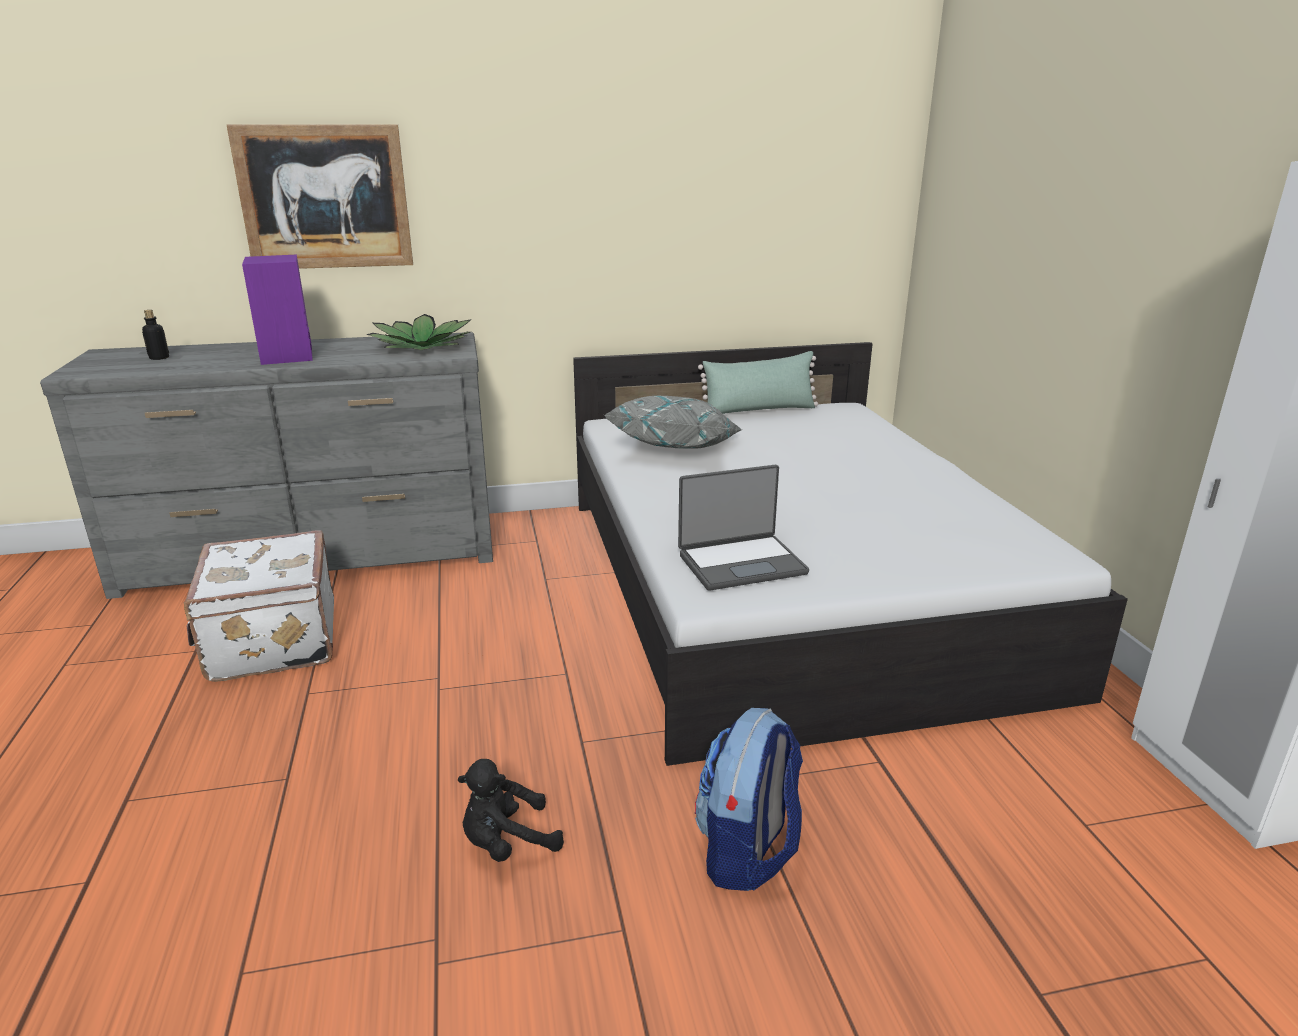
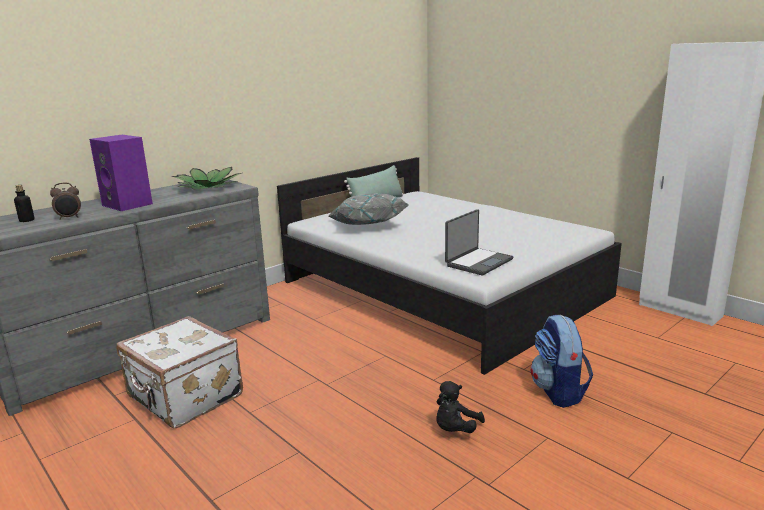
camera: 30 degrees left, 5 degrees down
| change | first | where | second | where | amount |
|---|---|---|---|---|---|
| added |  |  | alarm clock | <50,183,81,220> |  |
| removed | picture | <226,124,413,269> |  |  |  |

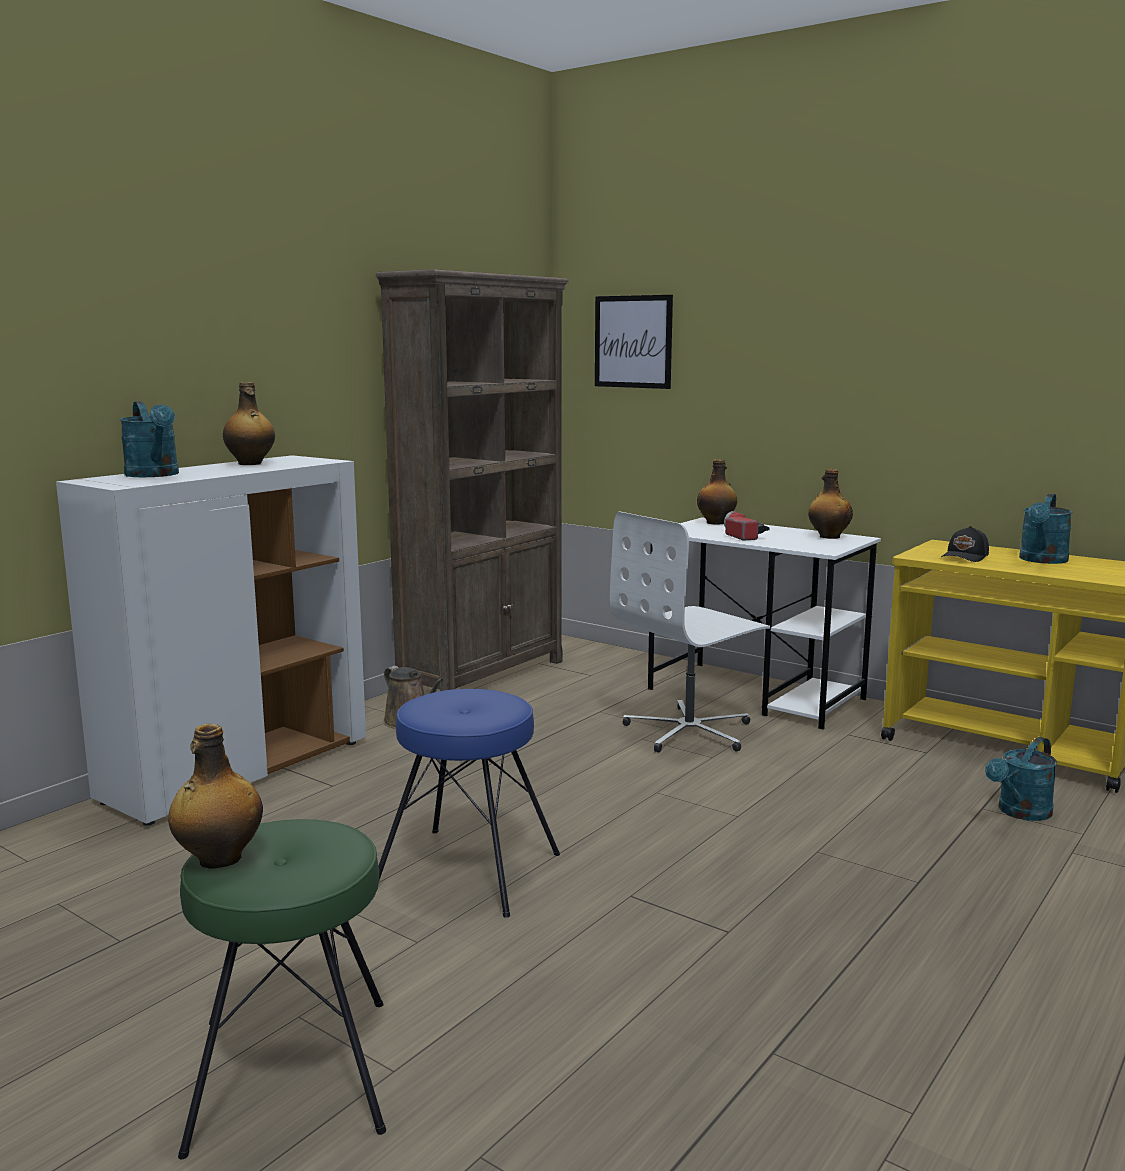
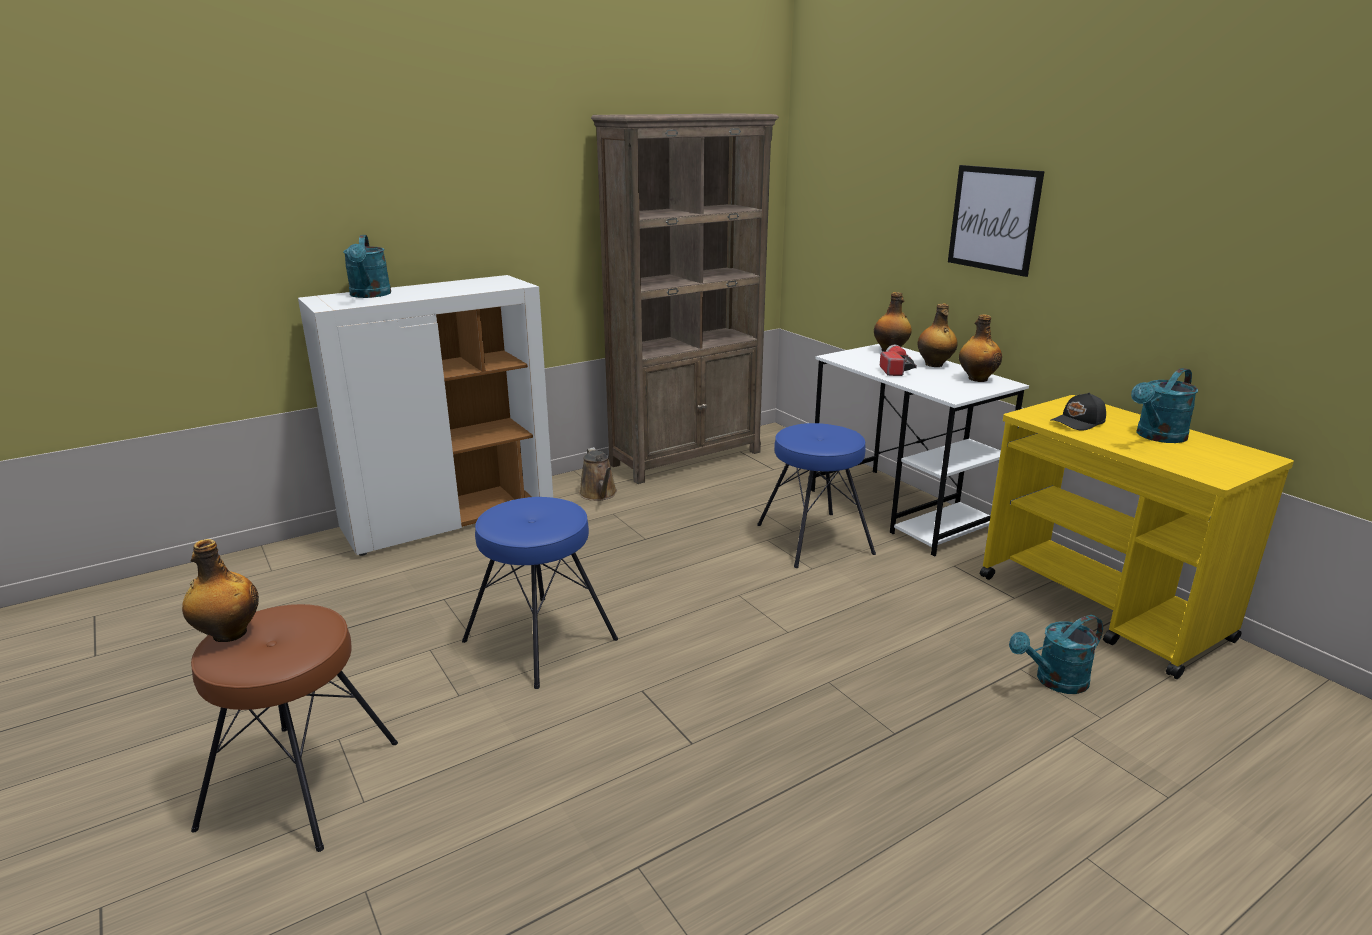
camera: 20 degrees right, 10 degrees up
| change | first | where | second | where | amount |
|---|---|---|---|---|---|
| recoloured | green stool | <178,819,386,1159> | brown stool | <191,604,398,852> |  |
| replaced | white office chair | <610,511,770,752> | blue stool | <757,423,876,568> |  |
| moved | bottle | <223,382,275,465> |  | <918,304,958,367> |  |
| moved | picture | <595,295,673,389> |  | <948,165,1045,277> |  |

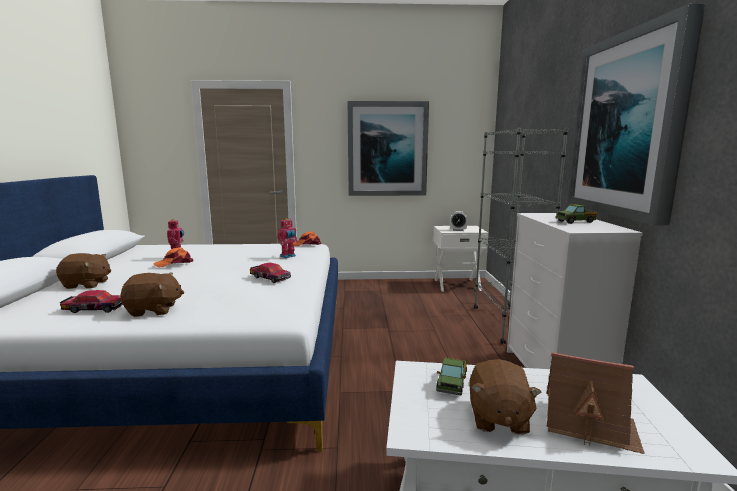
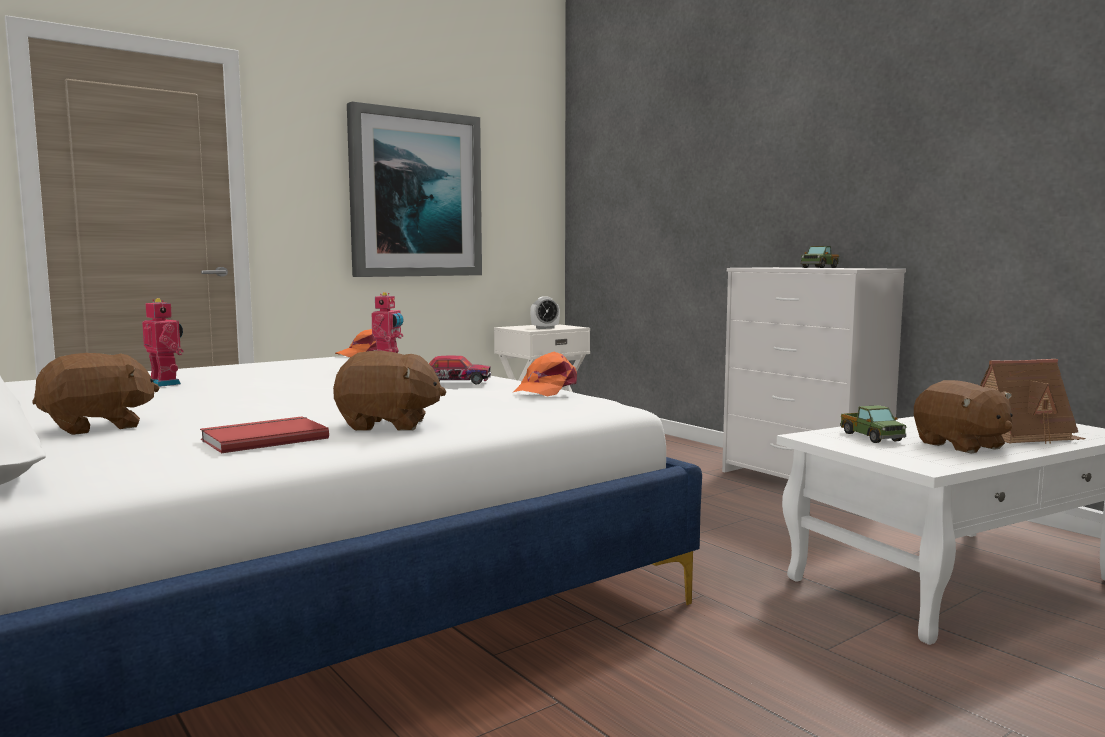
camera: 35 degrees left, 5 degrees down
| change | first | where | second | where | amount |
|---|---|---|---|---|---|
| replaced | toy car | <60,290,123,313> | red book | <200,416,329,453> |  |
| turned | brown plush toy | <120,273,184,317> |  | <333,351,446,431> | 45 degrees clockwise |
| moved | orange cap | <153,247,194,268> |  | <514,352,577,397> |  |
| removed | grey bookcase | <474,128,568,344> |  |  |  |
| removed | picture | <567,4,705,225> |  |  |  |

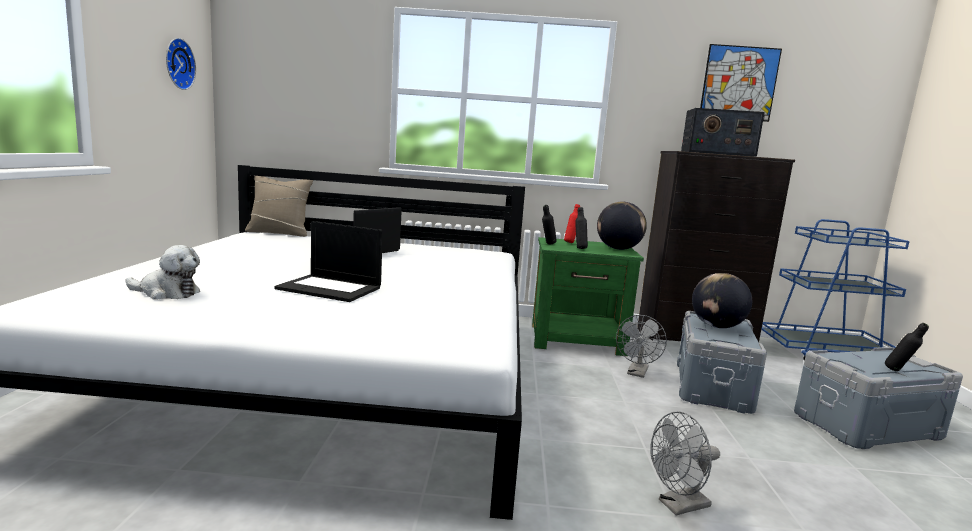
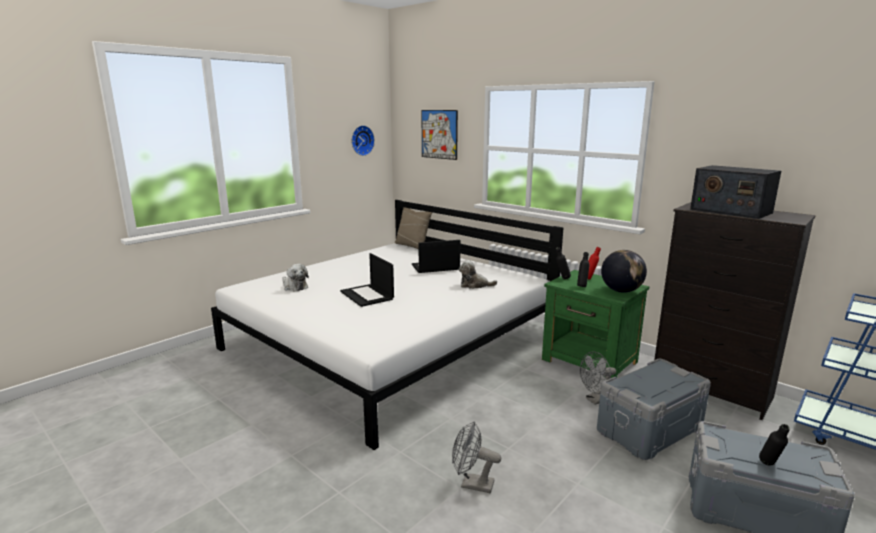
camera: 40 degrees right, 5 degrees up
| change | first | where | second | where | amount |
|---|---|---|---|---|---|
| moved | picture | <700,44,782,122> |  | <421,110,458,160> |  |
| added |  |  | plush toy | <459,260,497,289> |  |
| removed | globe | <692,273,752,328> |  |  |  |

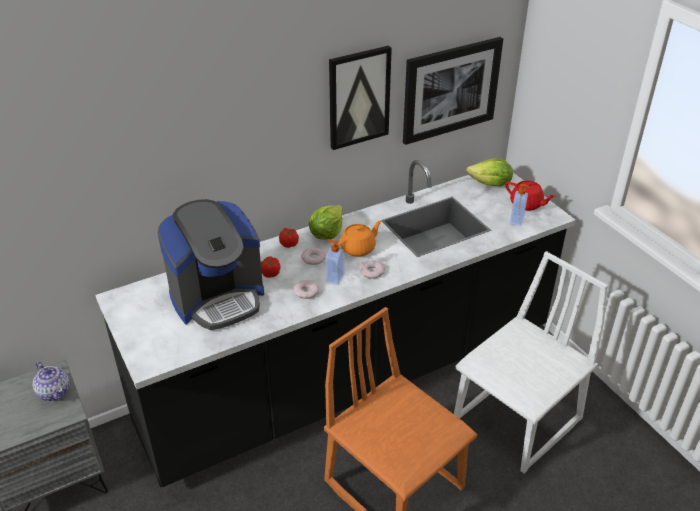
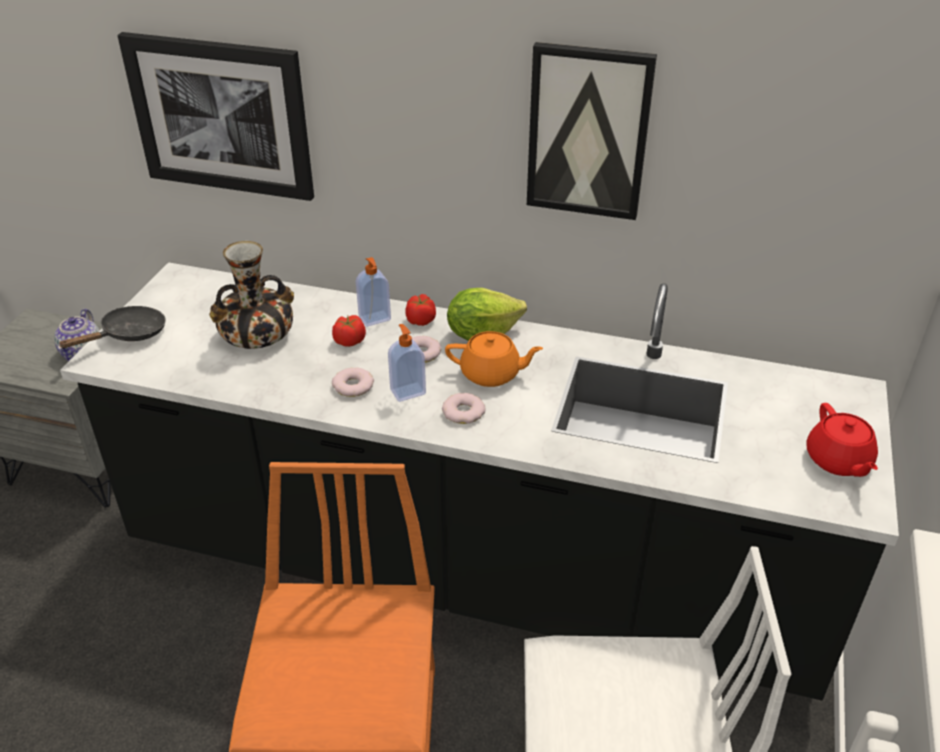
camera: 45 degrees right, 0 degrees up
| change | first | where | second | where | amount |
|---|---|---|---|---|---|
| added |  |  | black frying pan | <58,306,166,348> |  |
| moved | picture | <403,37,503,145> |  | <118,32,314,201> |  |
| replaced | coffee machine | <158,199,264,330> | vase | <209,241,294,349> |  |
| moved | soap dispenser | <510,184,530,226> |  | <356,257,391,327> |  |
| removed | lettuce | <466,158,513,186> |  |  |  |

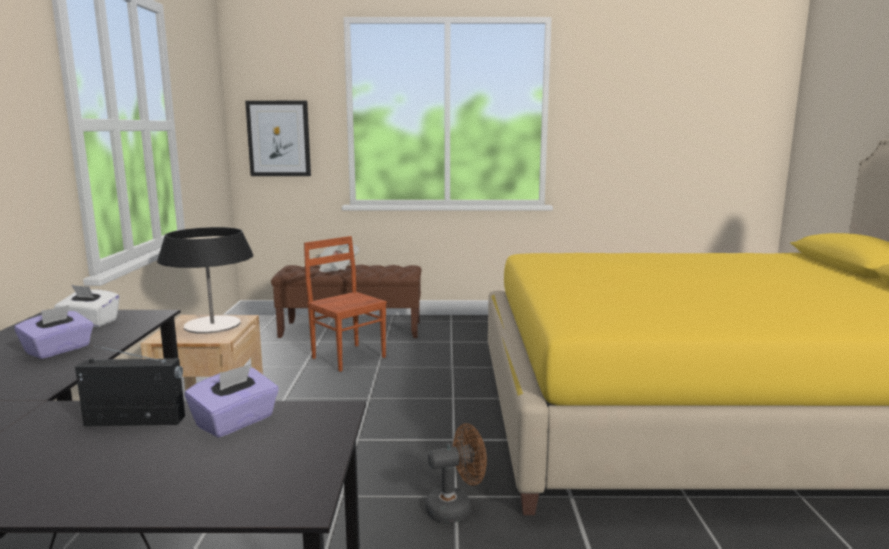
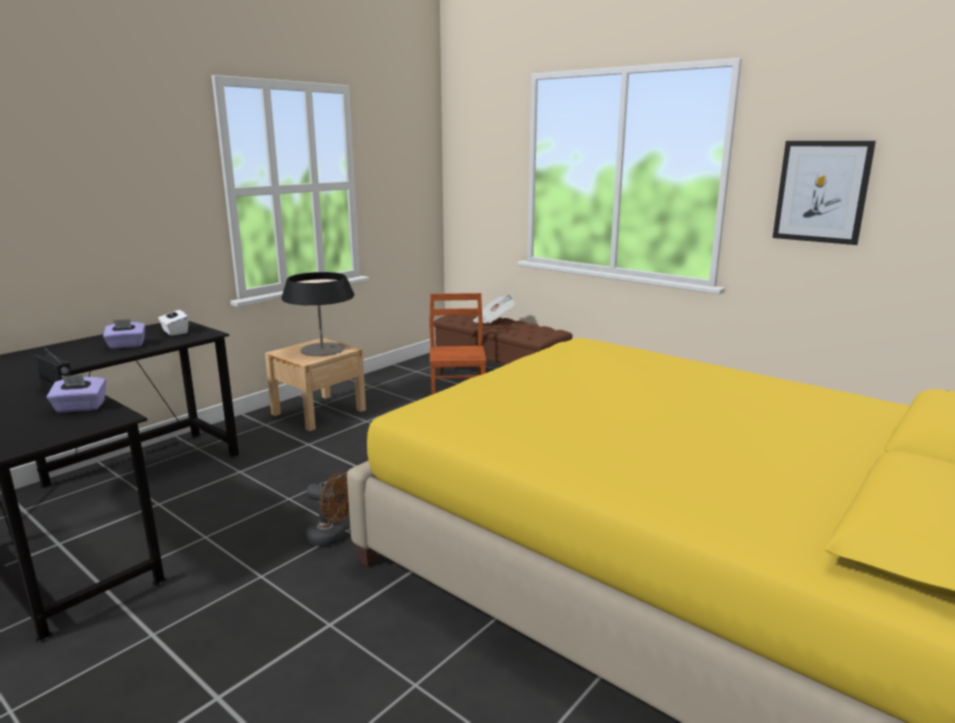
camera: 40 degrees right, 5 degrees up
| change | first | where | second | where | amount |
|---|---|---|---|---|---|
| moved | picture | <245,101,311,176> |  | <773,141,876,245> |  |

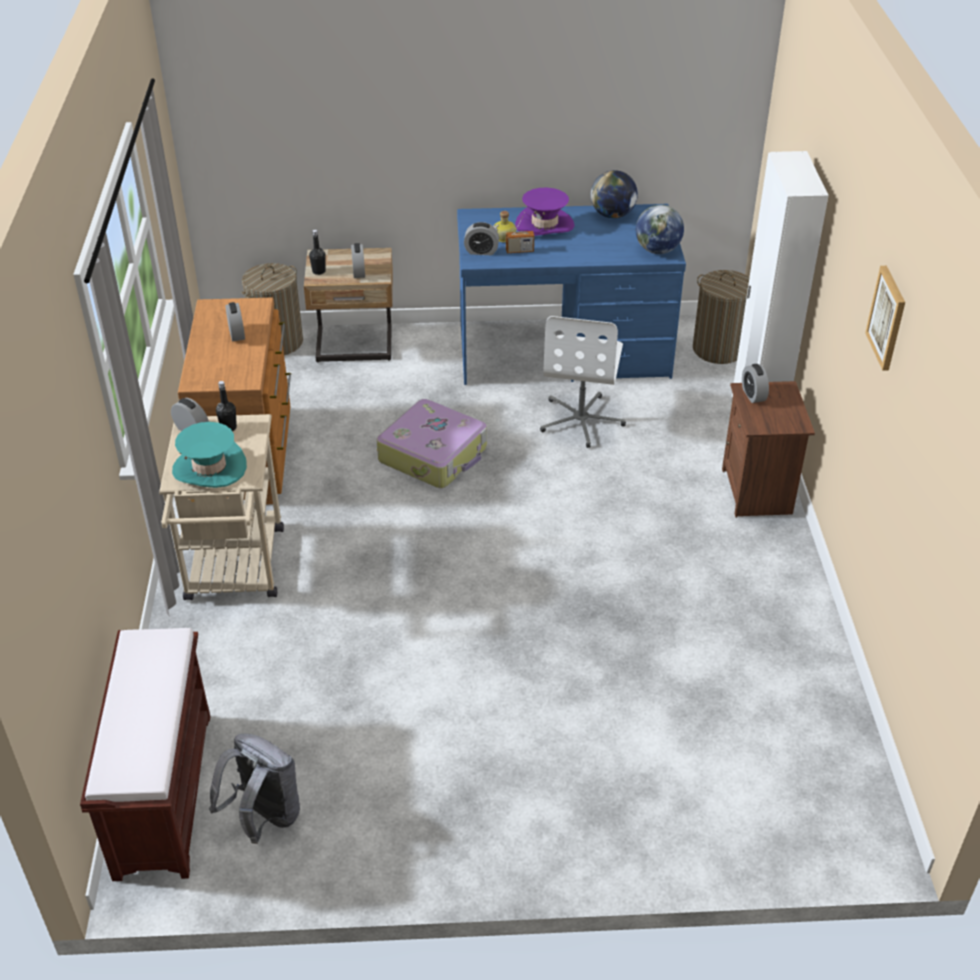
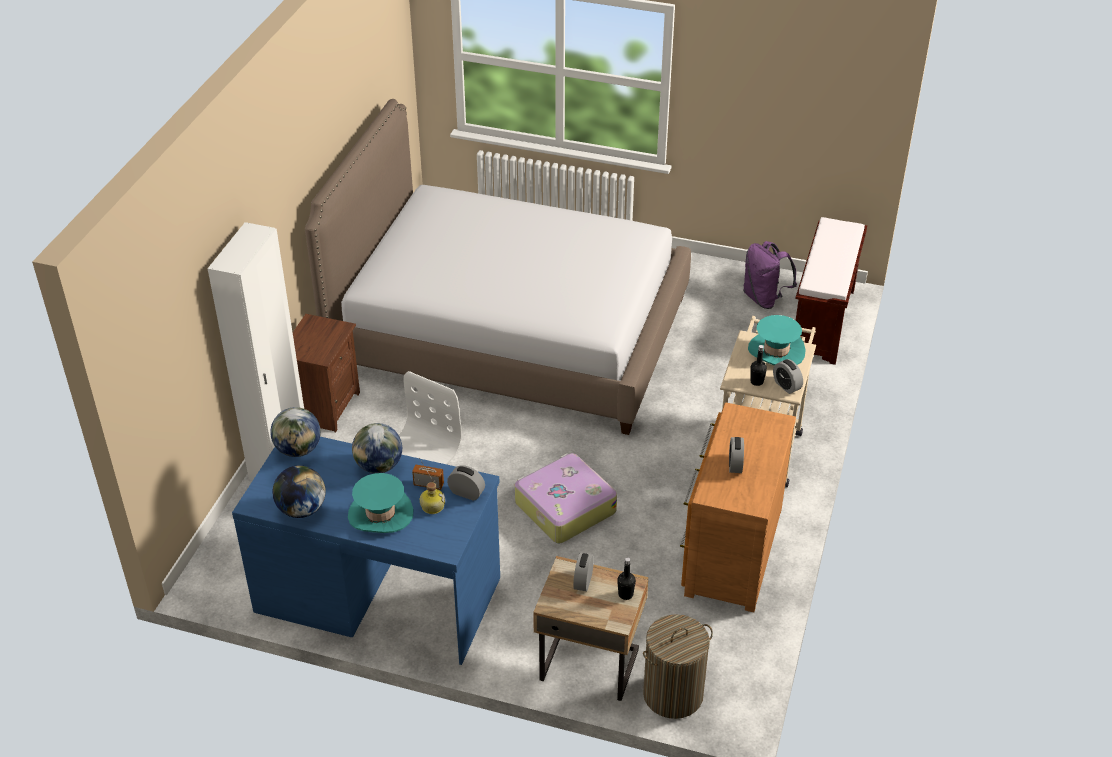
camera: 160 degrees left, 0 degrees up
| change | first | where | second | where | amount |
|---|---|---|---|---|---|
| added |  |  | bed | <305,99,691,435> |  |
| recoloured | purple hat | <515,188,574,236> | turquoise hat | <348,473,413,533> |  |
| added |  |  | globe | <352,423,402,473> |  |
| recoloured | grey backpack | <209,733,300,844> | purple backpack | <743,241,797,309> |  |
| removed | laundry basket | <693,270,749,364> |  |  |  |
| removed | alarm clock | <742,364,769,403> |  |  |  |
| removed | picture | <865,266,905,371> |  |  |  |

